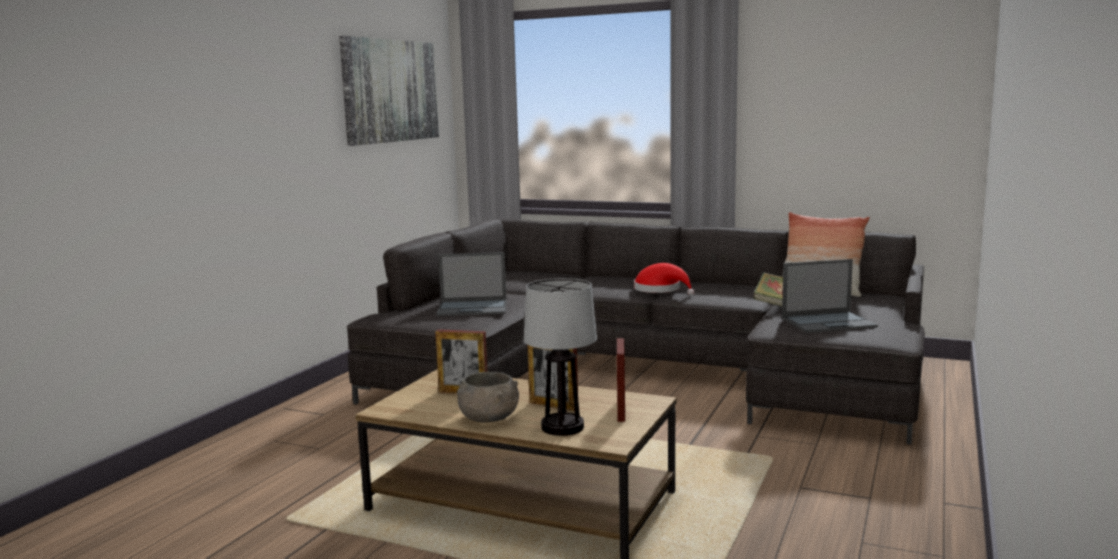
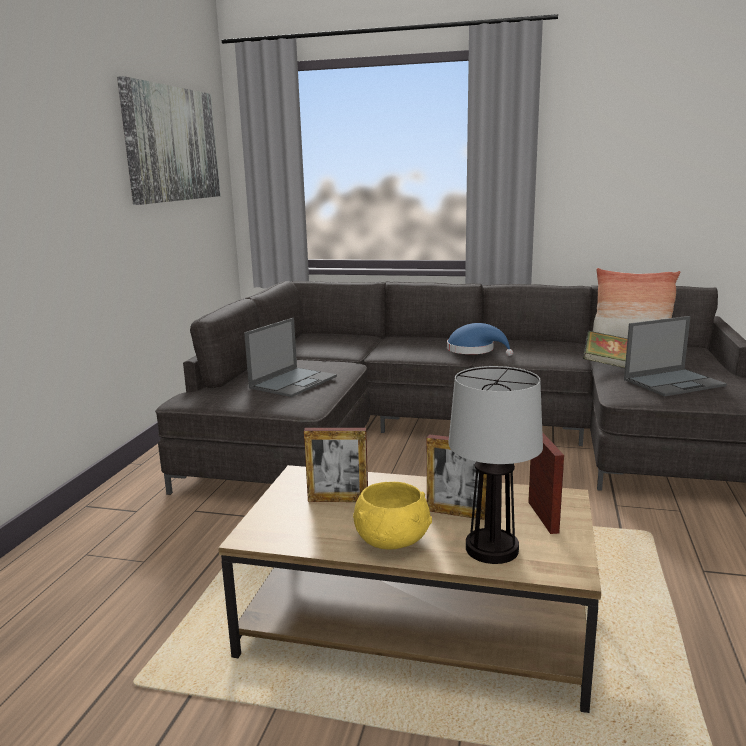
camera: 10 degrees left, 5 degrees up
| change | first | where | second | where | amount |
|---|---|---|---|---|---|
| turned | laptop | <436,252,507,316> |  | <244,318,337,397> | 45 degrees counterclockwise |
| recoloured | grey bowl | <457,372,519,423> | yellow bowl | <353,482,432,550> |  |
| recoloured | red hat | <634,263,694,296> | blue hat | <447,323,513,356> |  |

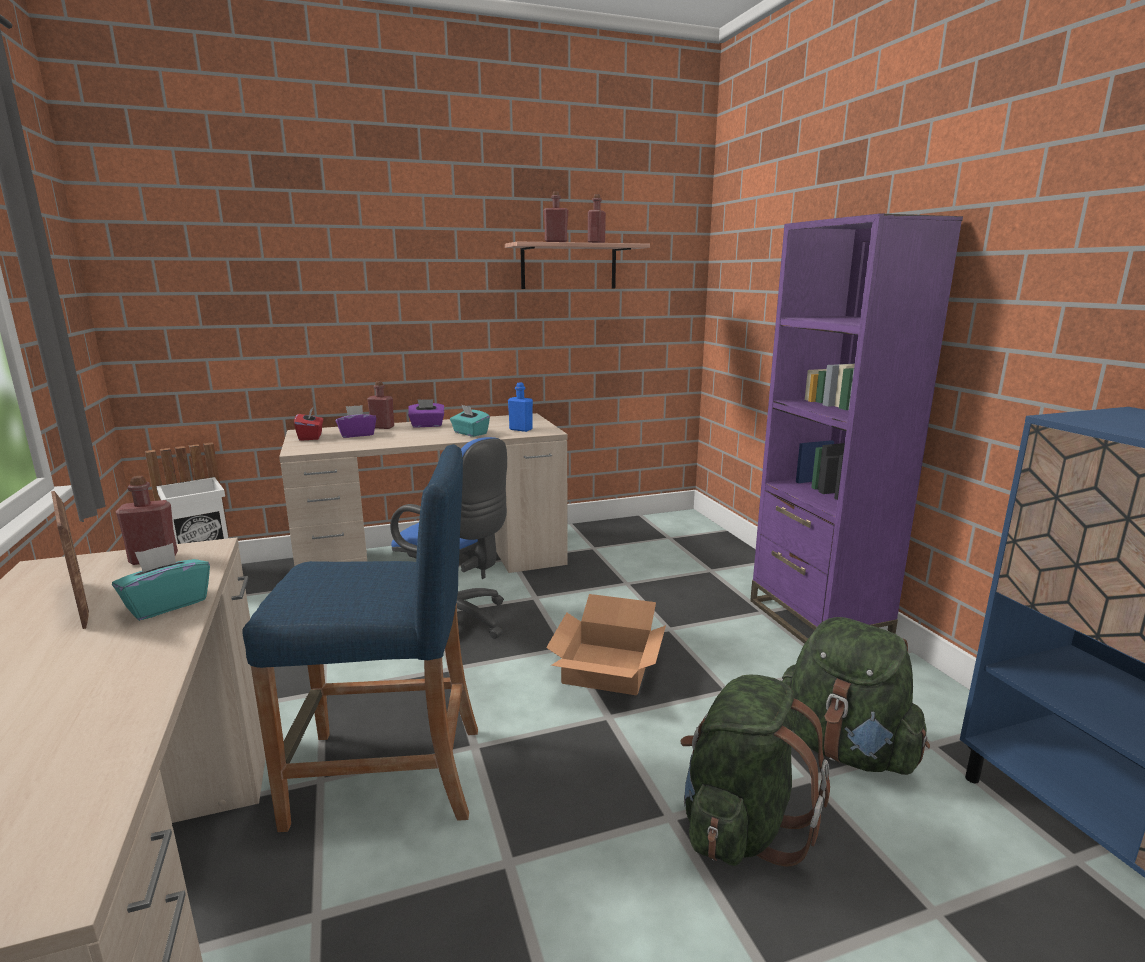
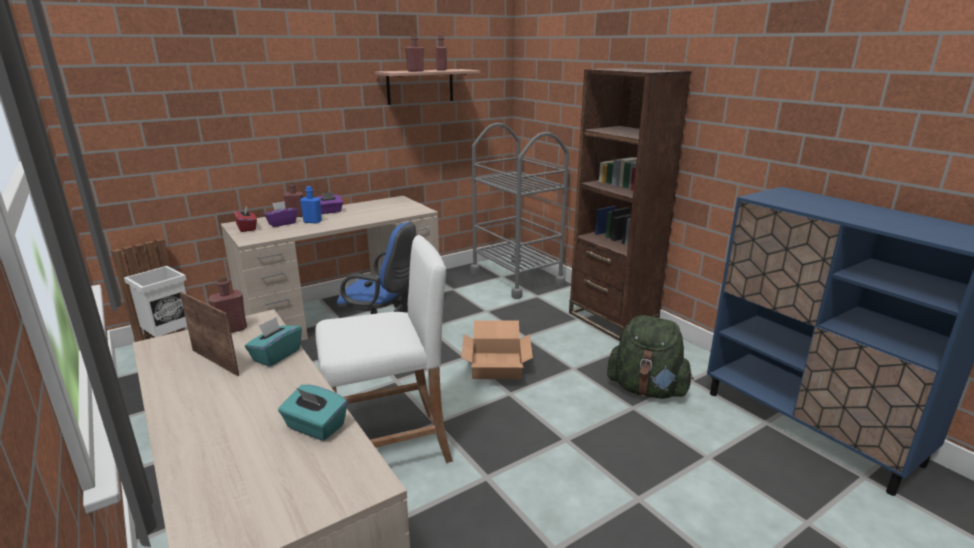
camera: 15 degrees left, 5 degrees up
| change | first | where | second | where | amount |
|---|---|---|---|---|---|
| moved | turquoise tissue box | <450,405,490,437> |  | <278,385,347,441> |  |
| moved | blue bottle | <508,382,533,432> |  | <300,186,322,224> |  |
| recoloured | blue stool | <243,444,478,832> | white stool | <315,235,453,463> |  |
| added |  |  | grey cart | <470,123,569,299> |  |
| recoloured | purple bookcase | <750,213,963,644> | brown bookcase | <569,68,692,341> |  |
| removed | green backpack | <680,675,830,867> |  |  |  |

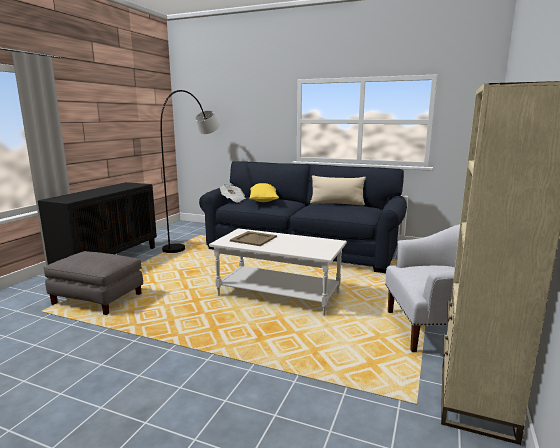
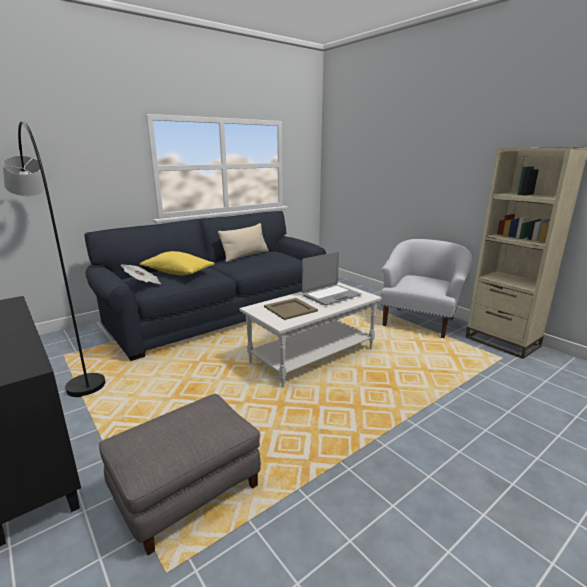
camera: 60 degrees left, 5 degrees up
| change | first | where | second | where | amount |
|---|---|---|---|---|---|
| added |  |  | laptop | <302,252,362,305> |  |

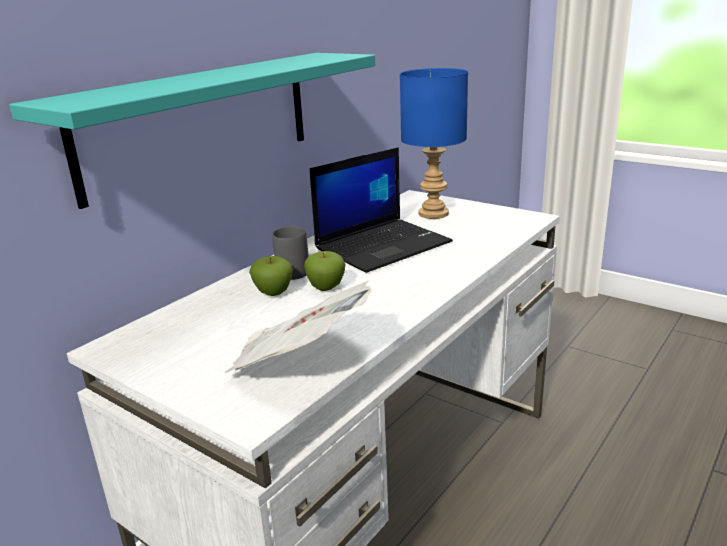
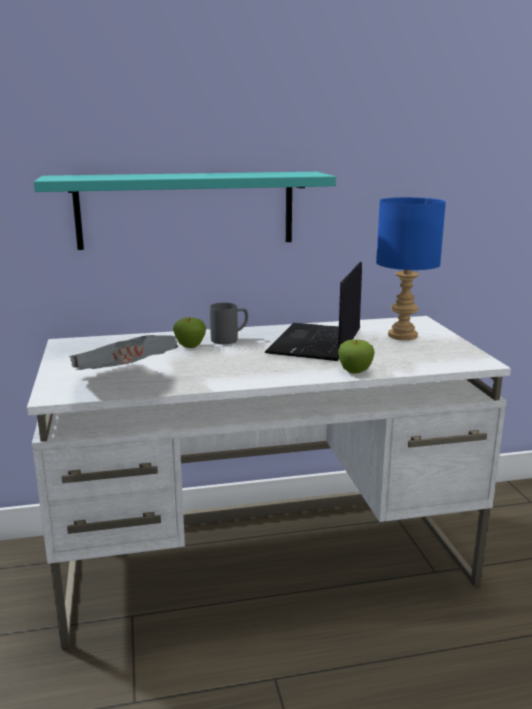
camera: 40 degrees right, 5 degrees down
| change | first | where | second | where | amount |
|---|---|---|---|---|---|
| turned | laptop | <310,147,453,273> |  | <264,262,362,361> | 105 degrees clockwise |
| moved | apple | <304,251,346,291> |  | <338,340,375,374> |  |

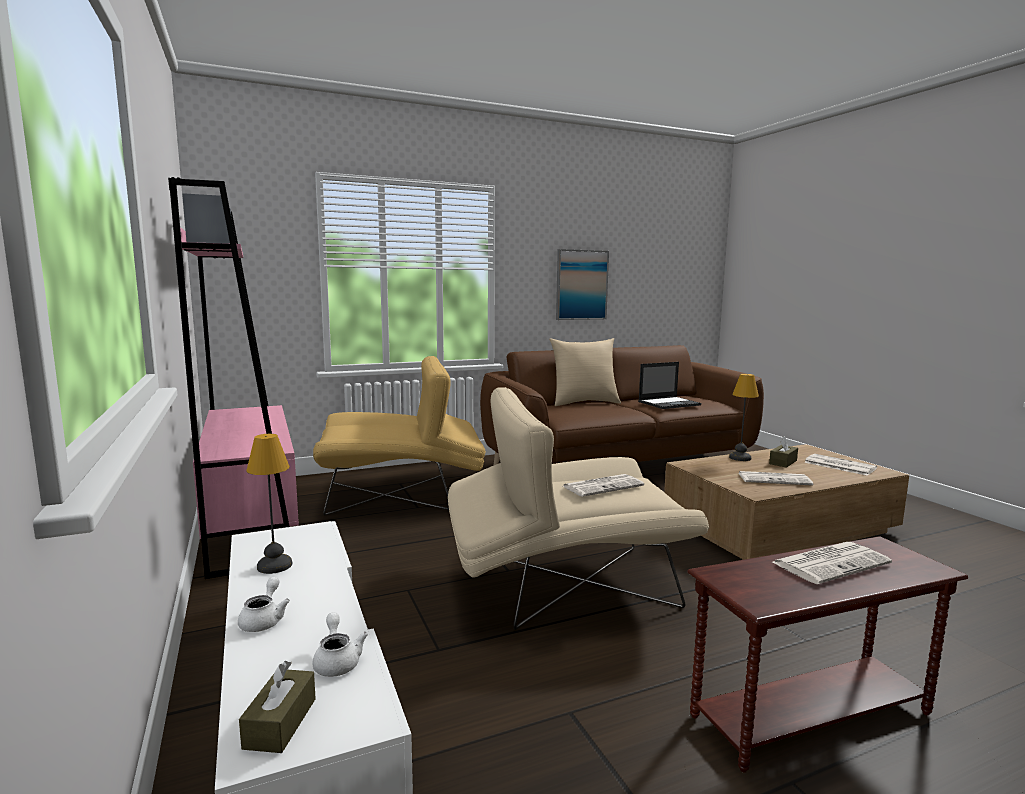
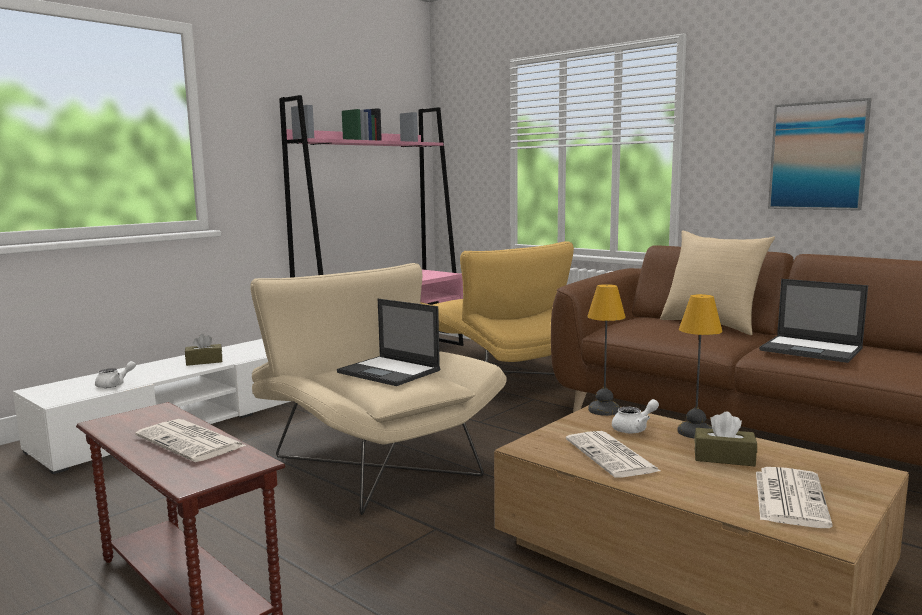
camera: 65 degrees right, 0 degrees up
| change | first | where | second | where | amount |
|---|---|---|---|---|---|
| moved | brown tissue box | <239,661,316,753> |  | <185,334,222,366> |  |
| replaced | newspaper | <563,474,644,497> | laptop | <337,299,440,386> |  |
| moved | table lamp | <246,434,293,574> |  | <587,284,626,416> |  |
| moved | white teapot | <238,577,290,632> |  | <612,399,659,433> |  |

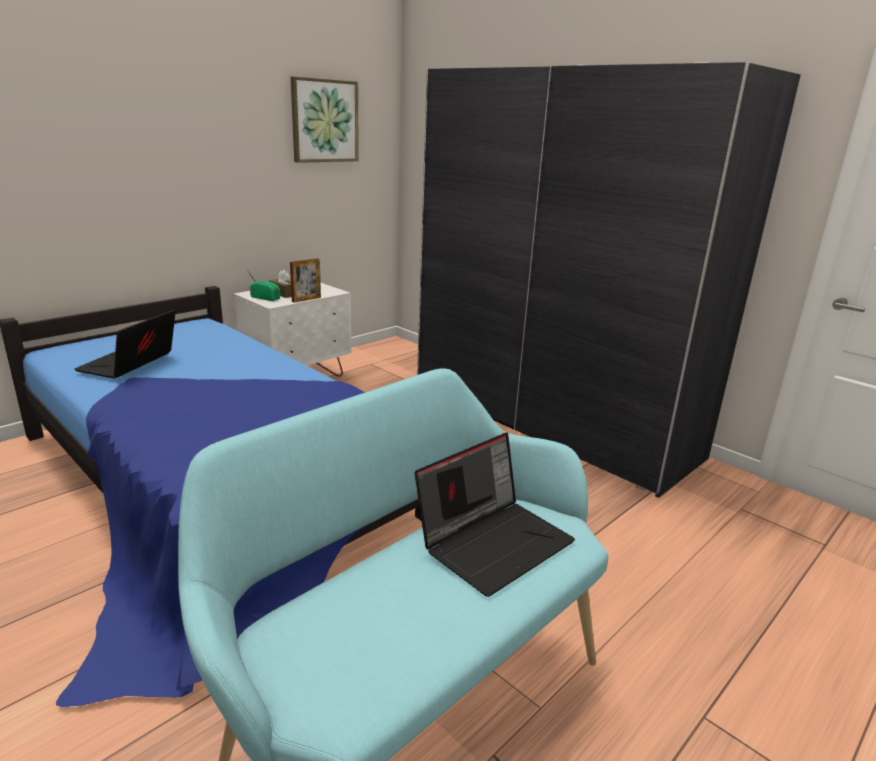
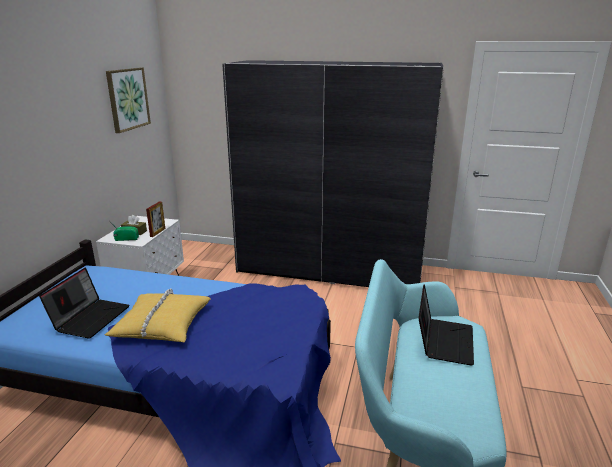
camera: 30 degrees left, 0 degrees up
| change | first | where | second | where | amount |
|---|---|---|---|---|---|
| turned | laptop | <74,309,176,378> |  | <39,267,130,339> | 150 degrees counterclockwise |
| added |  |  | yellow pillow | <105,288,211,342> |  |

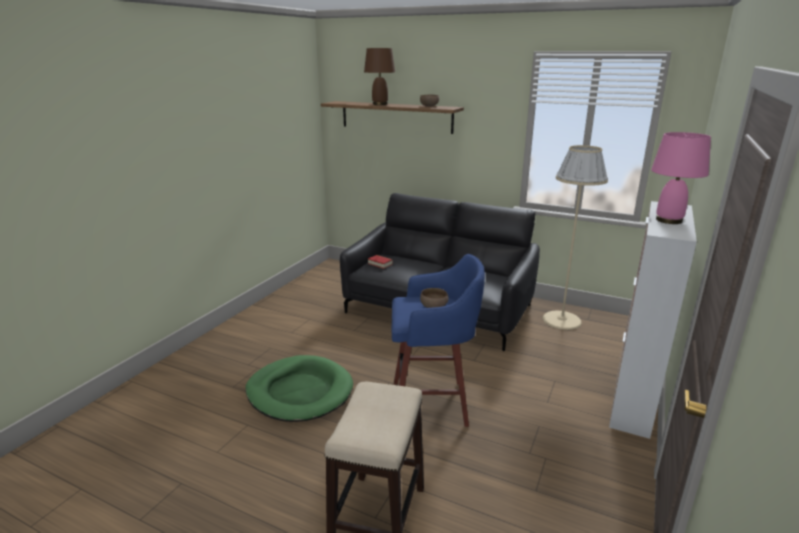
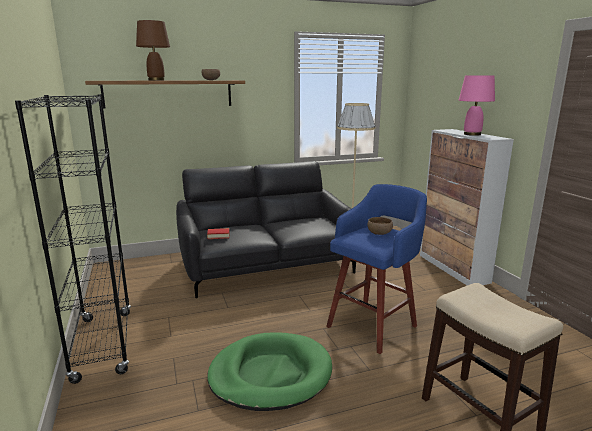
camera: 45 degrees left, 5 degrees down
| change | first | where | second | where | amount |
|---|---|---|---|---|---|
| added |  |  | black bookcase | <15,94,131,384> |  |

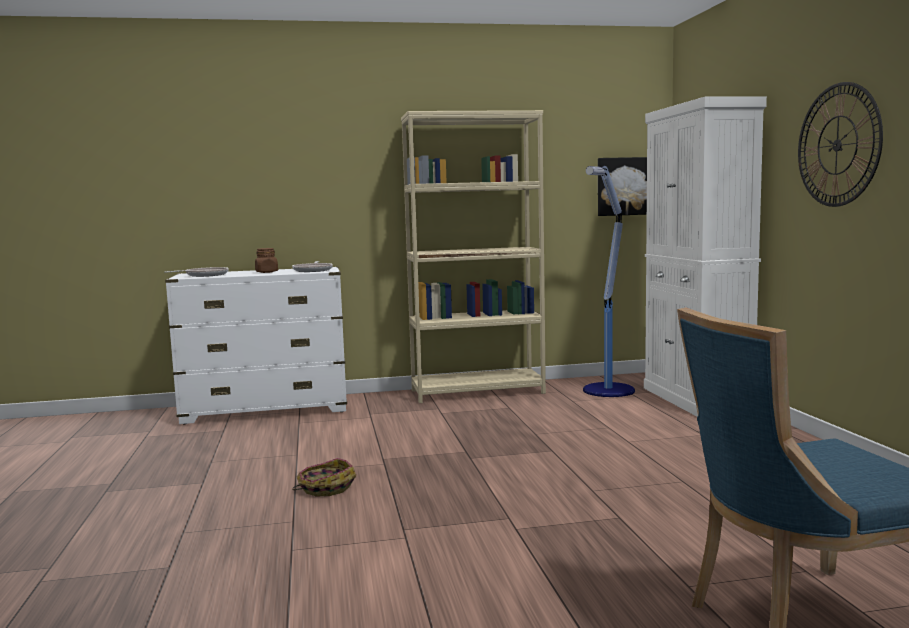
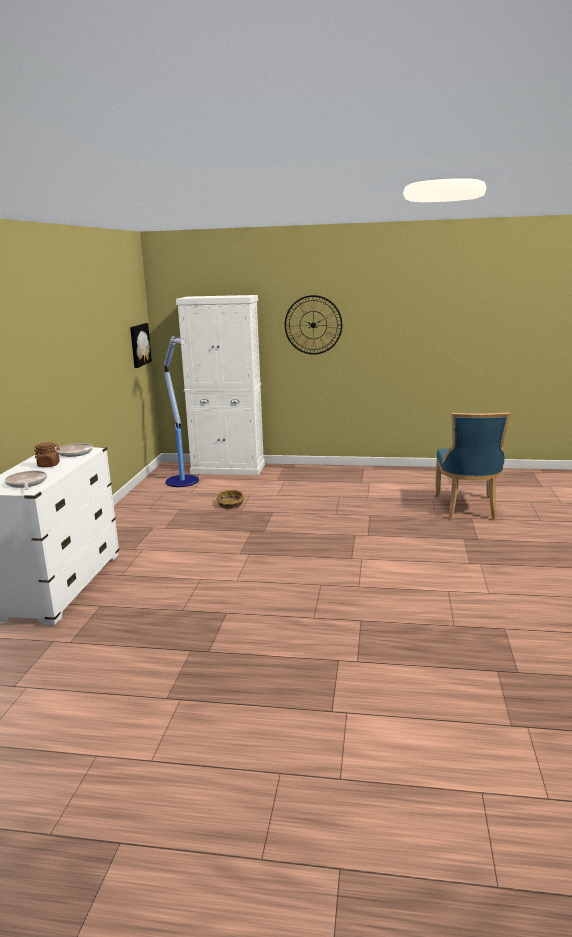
camera: 70 degrees left, 10 degrees up
| change | first | where | second | where | amount |
|---|---|---|---|---|---|
| moved | basket | <292,458,356,496> |  | <216,490,244,509> |  |
| removed | beige bookcase | <401,110,546,403> |  |  |  |

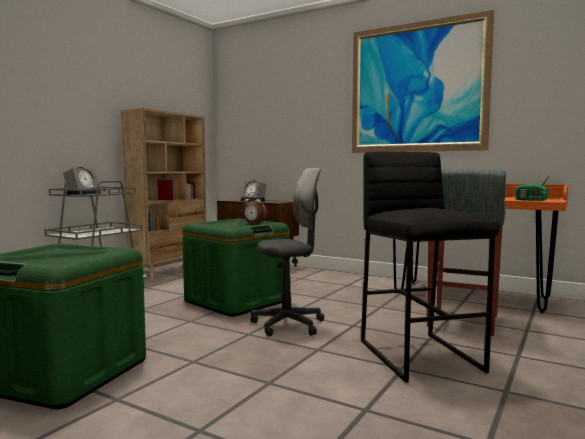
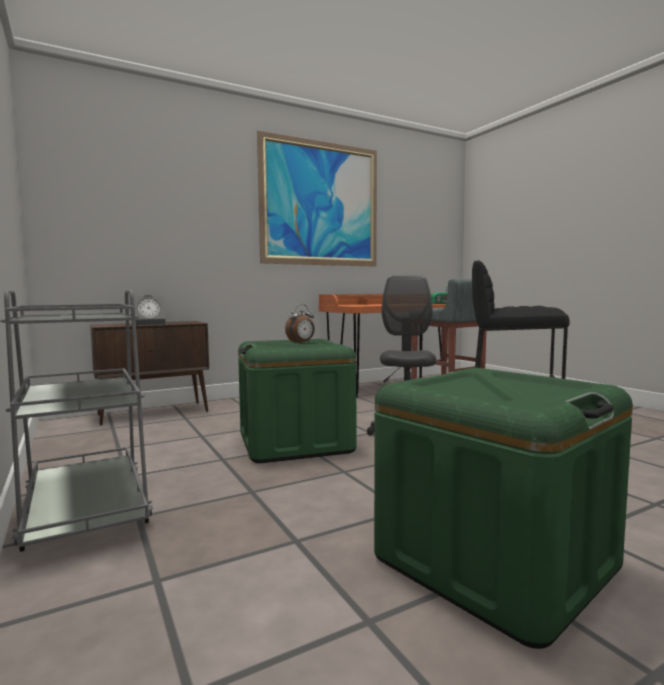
camera: 60 degrees left, 0 degrees up
| change | first | where | second | where | amount |
|---|---|---|---|---|---|
| removed | alarm clock | <63,167,101,195> |  |  |  |
| removed | beige bookcase | <121,108,206,282> |  |  |  |

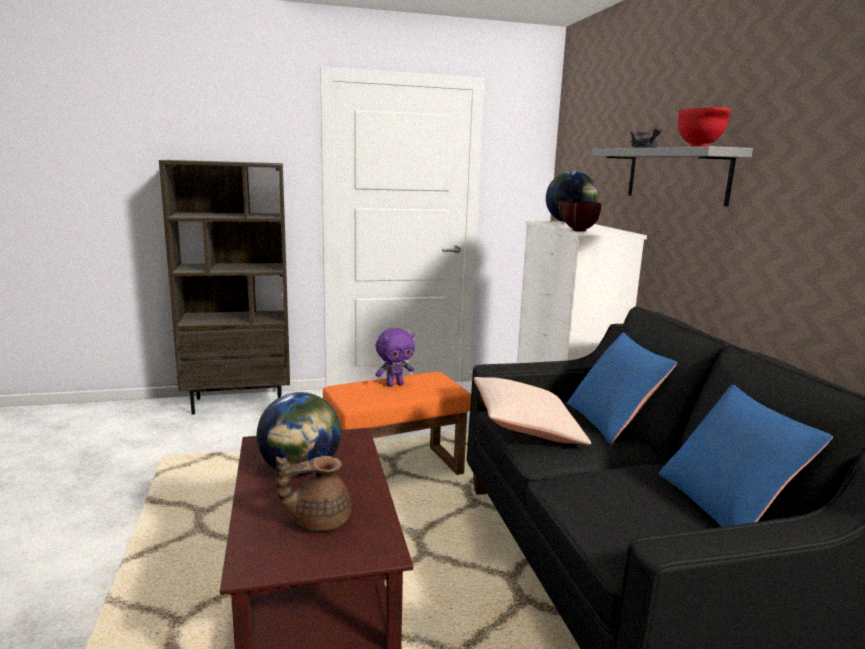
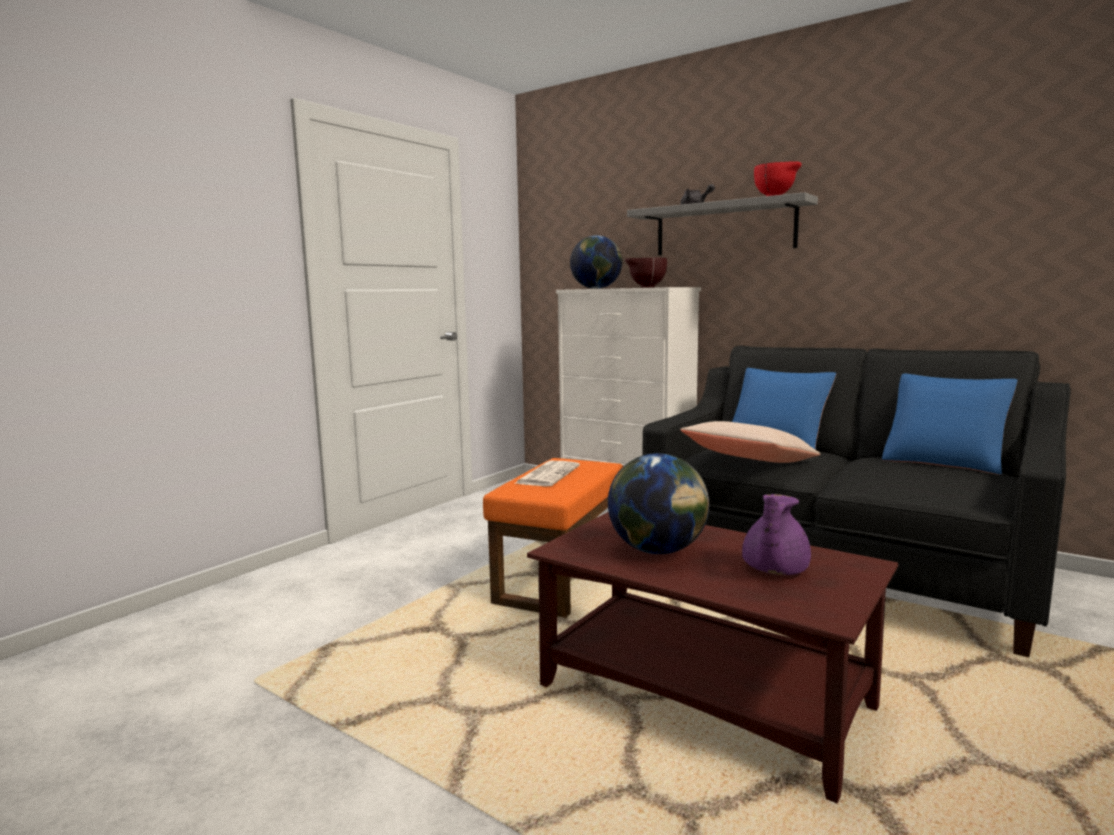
camera: 40 degrees left, 5 degrees down
| change | first | where | second | where | amount |
|---|---|---|---|---|---|
| replaced | purple plush toy | <375,328,415,387> | newspaper | <514,461,580,486> |  |
| recoloured | brown teapot | <276,456,352,531> | purple teapot | <742,494,811,575> |  |
| removed | brown bookcase | <159,160,290,415> |  |  |  |

